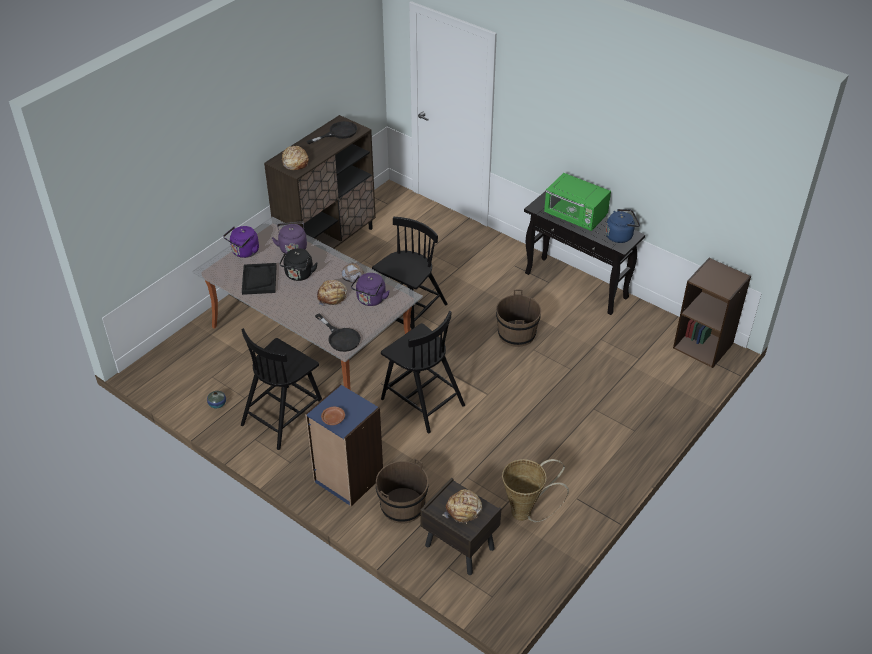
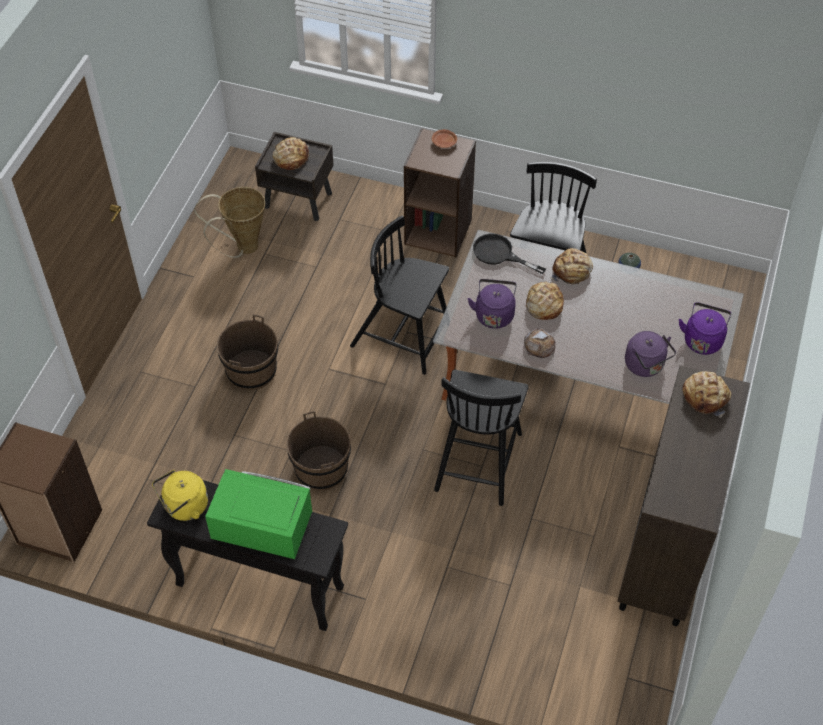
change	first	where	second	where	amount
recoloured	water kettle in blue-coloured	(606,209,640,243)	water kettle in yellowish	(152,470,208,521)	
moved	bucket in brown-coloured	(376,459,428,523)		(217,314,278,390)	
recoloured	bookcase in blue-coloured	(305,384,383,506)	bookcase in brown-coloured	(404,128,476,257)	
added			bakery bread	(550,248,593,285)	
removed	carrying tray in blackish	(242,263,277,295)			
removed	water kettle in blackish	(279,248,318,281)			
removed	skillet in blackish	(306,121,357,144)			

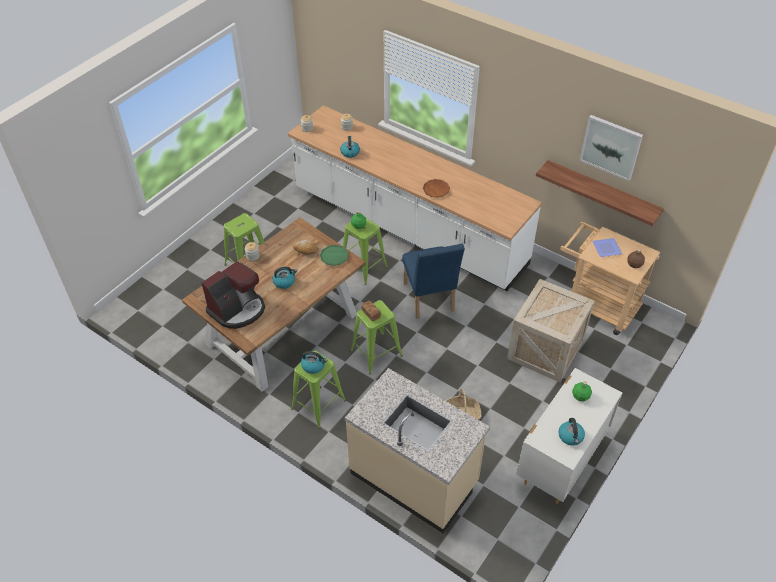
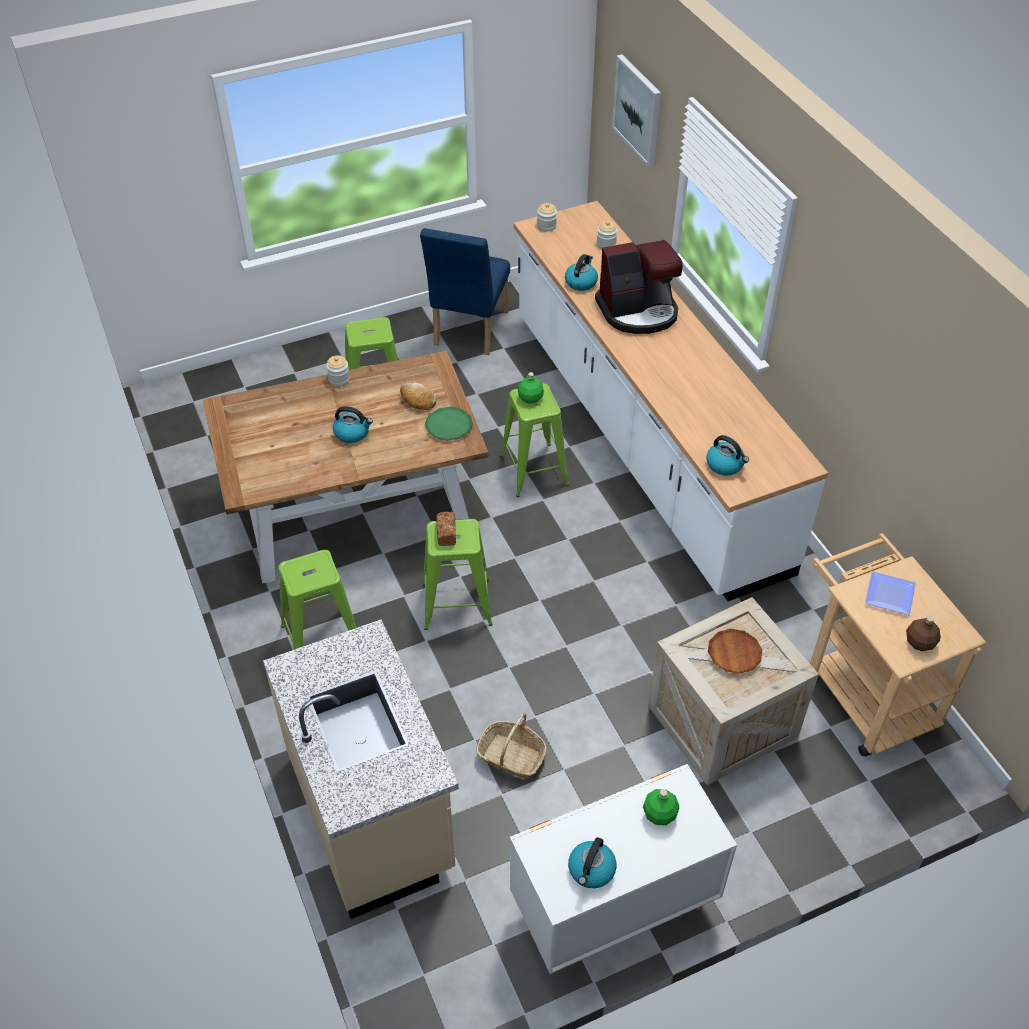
change	first	where	second	where	amount
moved	chair in blue-coloured	(402,244,465,319)		(420,228,510,355)	
moved	coffee maker	(201,261,265,329)		(595,240,683,334)	
moved	wall art	(580,115,643,181)		(612,54,661,167)	
moved	water kettle	(301,351,328,374)		(706,435,749,475)	
moved	dinner plate in brown-coloured	(423,179,450,198)		(708,629,762,674)	
removed	wall shelf	(536,160,664,226)			

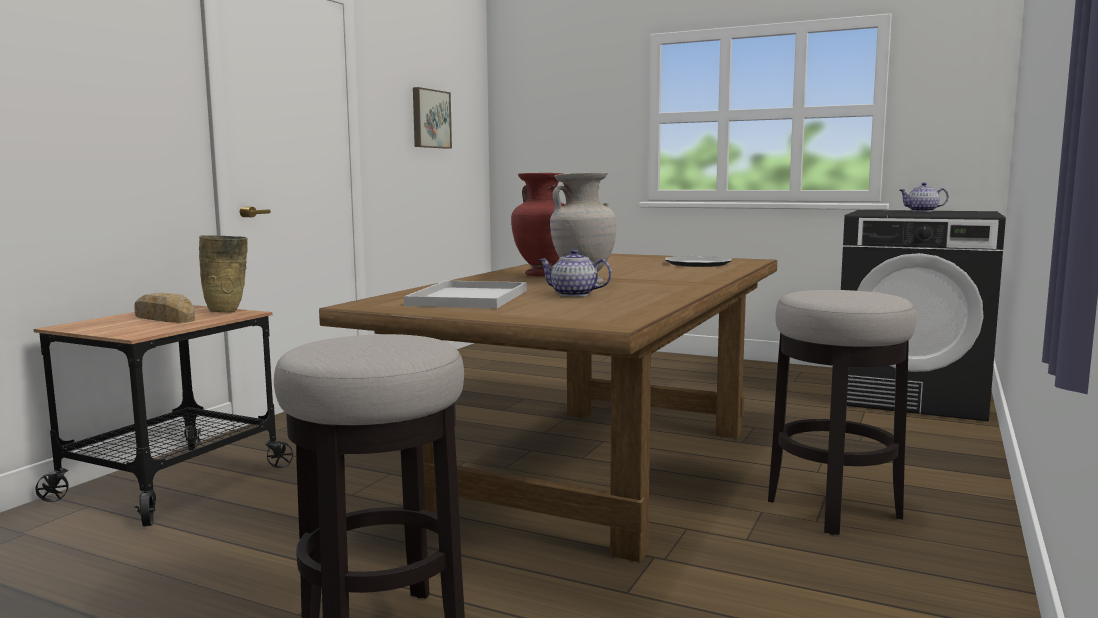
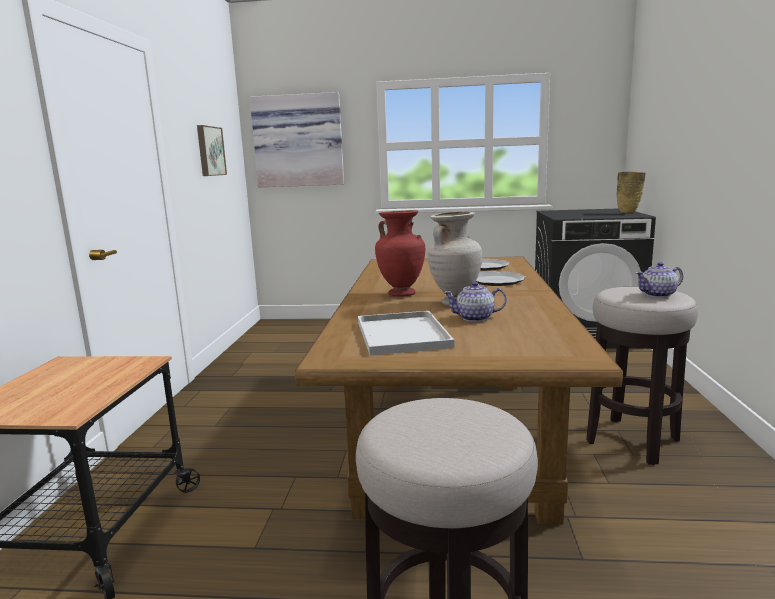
change	first	where	second	where	amount
added			wall art	(250,92,344,187)	
added			dinner plate	(476,271,526,286)	
moved	vase in beige	(199,235,248,313)		(616,172,646,213)	
moved	tea pot	(899,182,949,212)		(635,262,683,298)	
removed	bakery bread	(134,292,195,323)			

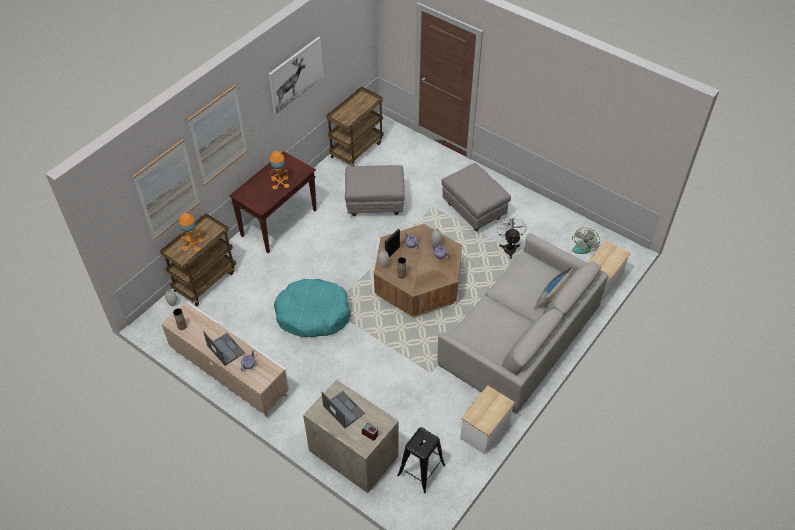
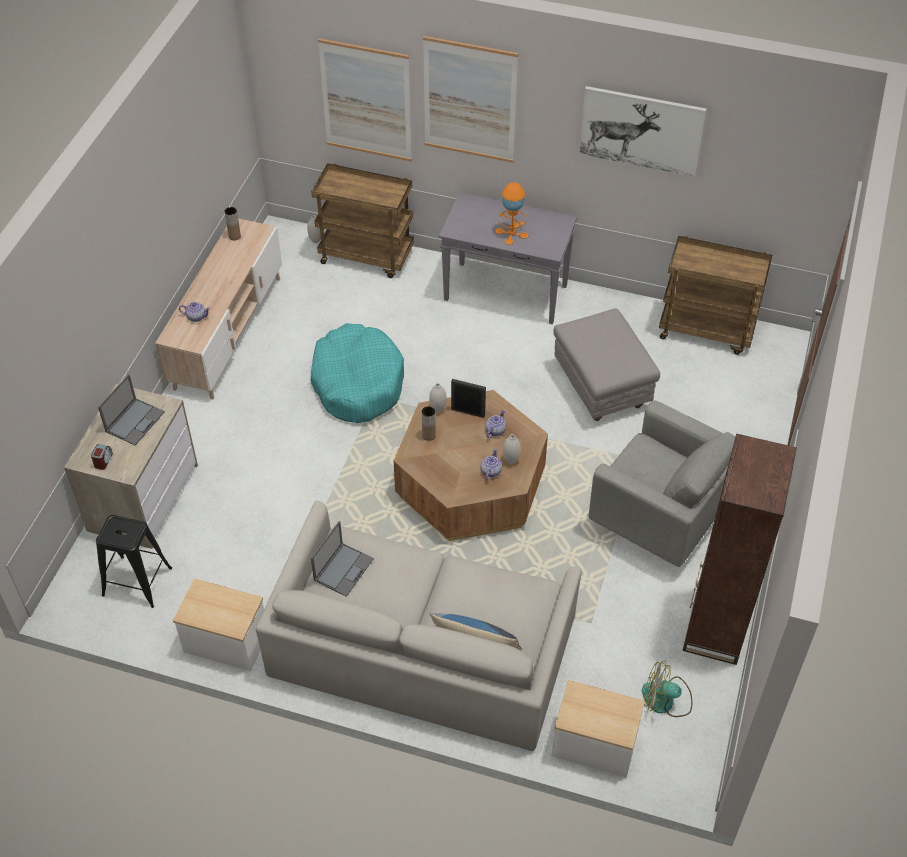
change	first	where	second	where	amount
moved	laptop	(203,331,245,366)		(311,521,374,597)	
recoloured	console table in brown-coloured	(229,151,317,253)	console table in gray	(439,193,577,324)	
replaced	footrest in gray	(441,163,511,231)	lounge chair in gray	(589,400,735,567)	
added			bookcase in brown-coloured	(683,434,797,665)	
removed	lamp for a table in orangey	(179,213,203,252)			
removed	fan in whitish	(497,216,526,259)			

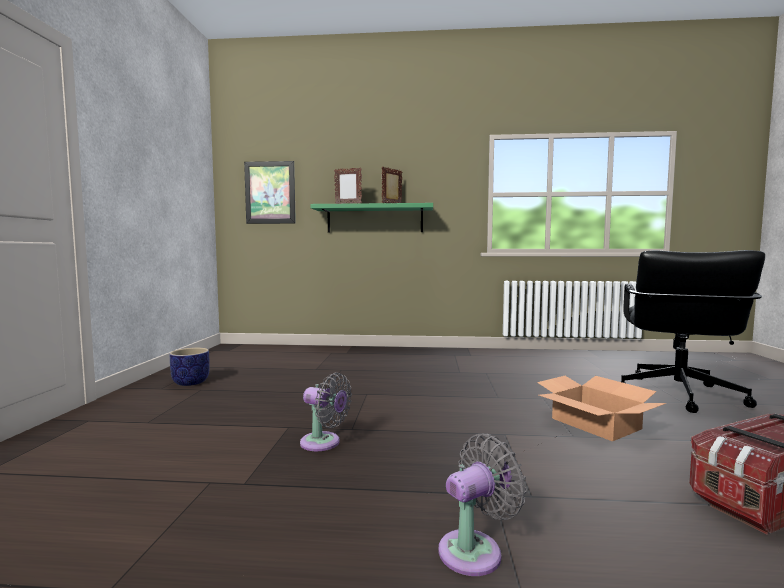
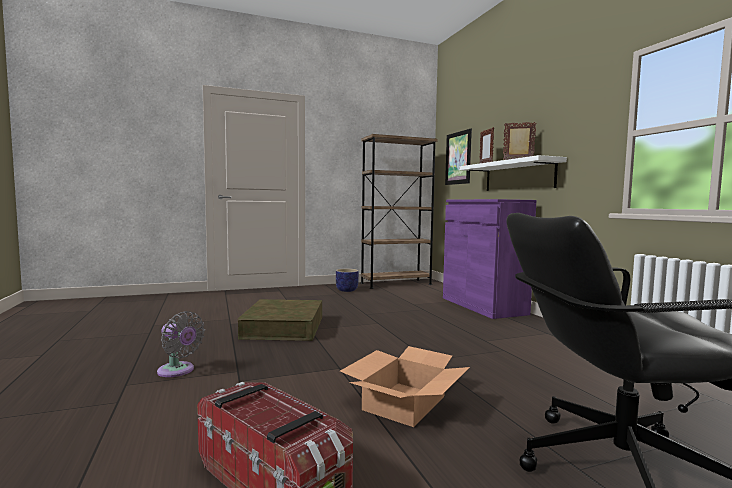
change	first	where	second	where	amount
replaced	fan in gray	(300,372,352,451)	storage container in brown-coloured	(238,299,322,341)	
added			bookcase in brown-coloured	(361,134,438,289)	
added			cabinet in purple	(443,199,537,319)	
recoloured	wall shelf in green-coloured	(310,203,433,233)	wall shelf in whitish	(459,155,567,191)	

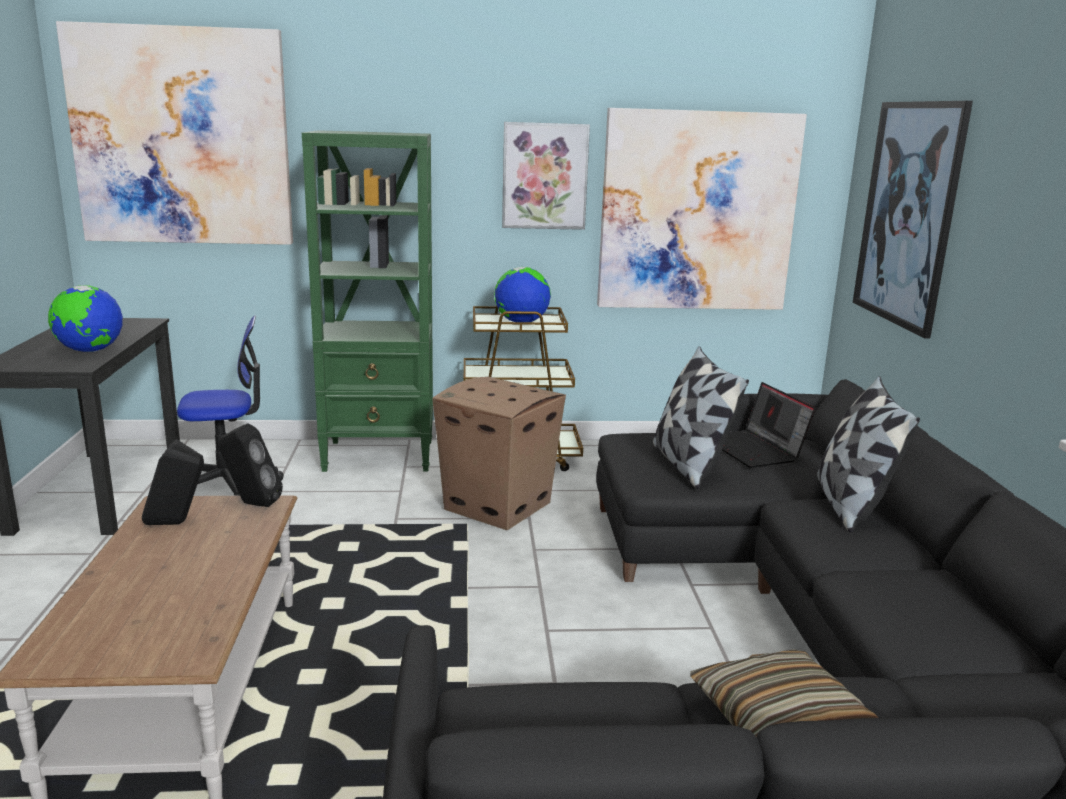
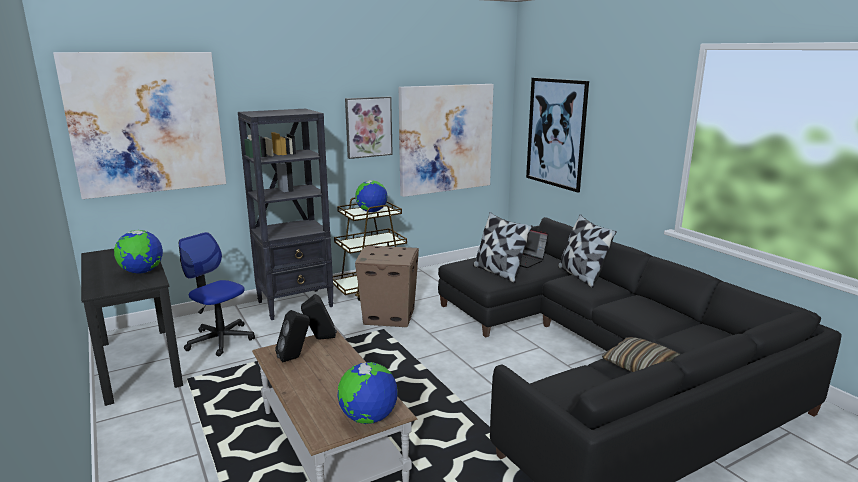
change	first	where	second	where	amount
turned	desk chair	(177,315,284,496)		(179,232,255,356)	105 degrees counterclockwise
recoloured	bookcase in green-coloured	(302,130,433,472)	bookcase in blackish	(238,109,334,320)	
added			globe	(338,362,398,424)	

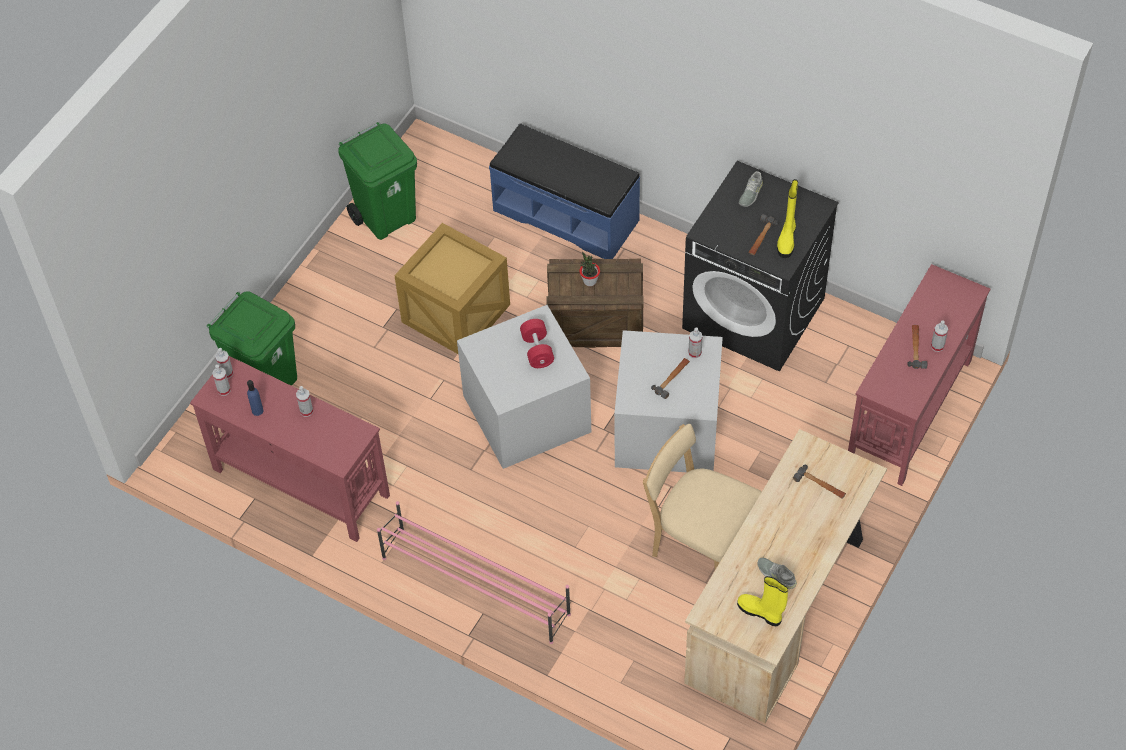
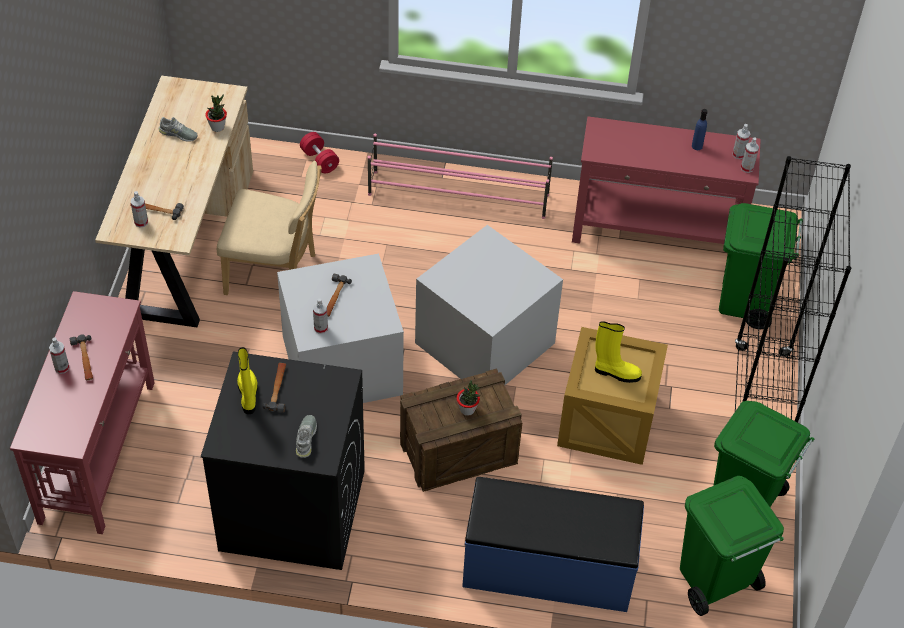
change	first	where	second	where	amount
moved	hand sprayer	(296,386,313,417)		(131,191,148,228)	
added			potted plant	(205,94,227,132)	
moved	hand weight in red	(520,319,554,368)		(300,132,339,173)	
moved	boot in yellowish	(737,576,788,626)		(595,321,642,383)	
added			rubbish bin in green-coloured	(680,476,784,616)	
added			bookcase in blackish	(735,156,851,423)	

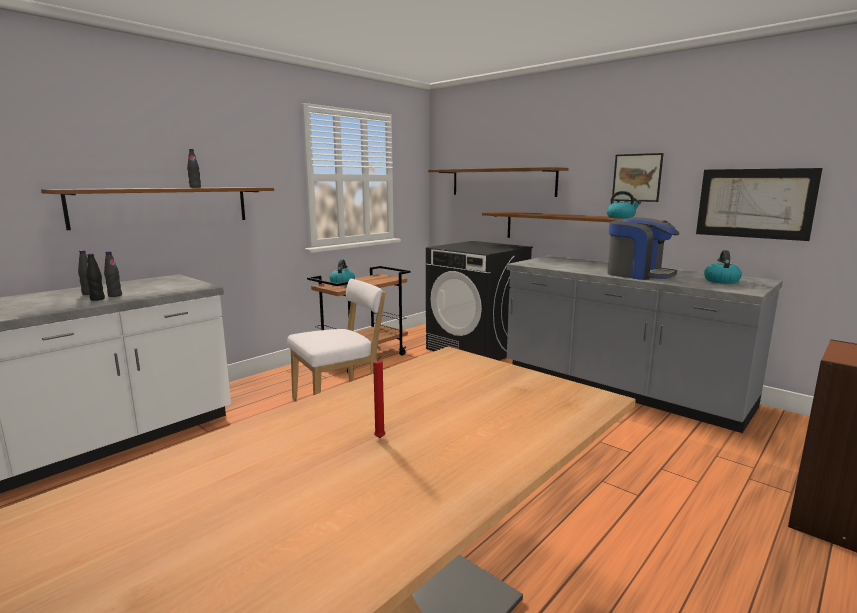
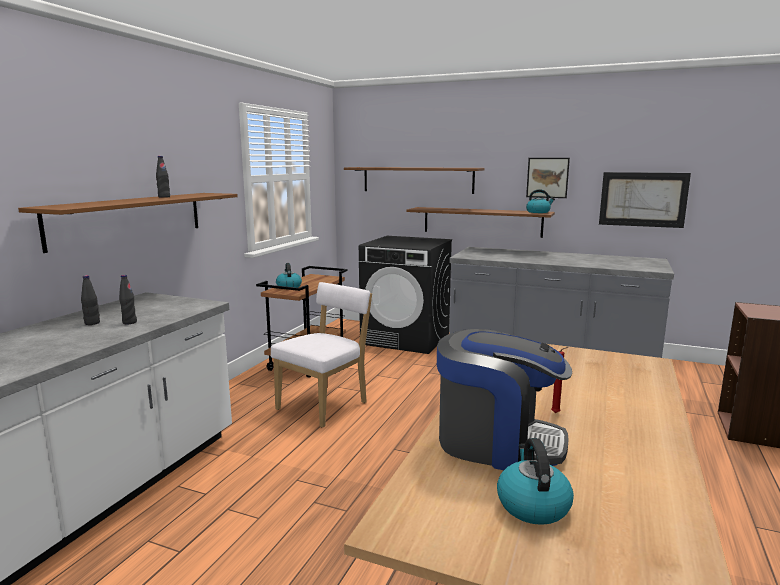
change	first	where	second	where	amount
moved	coffee maker	(607,217,679,280)		(437,329,572,470)	
moved	water kettle	(704,250,742,284)		(497,438,574,525)	
removed	beverage bottle in blackish	(86,254,105,301)			

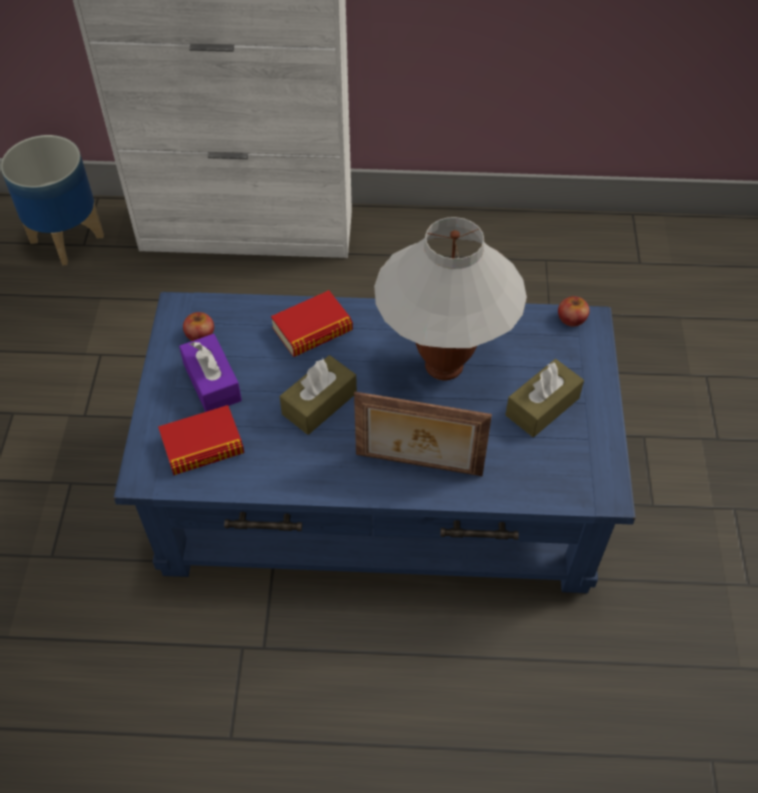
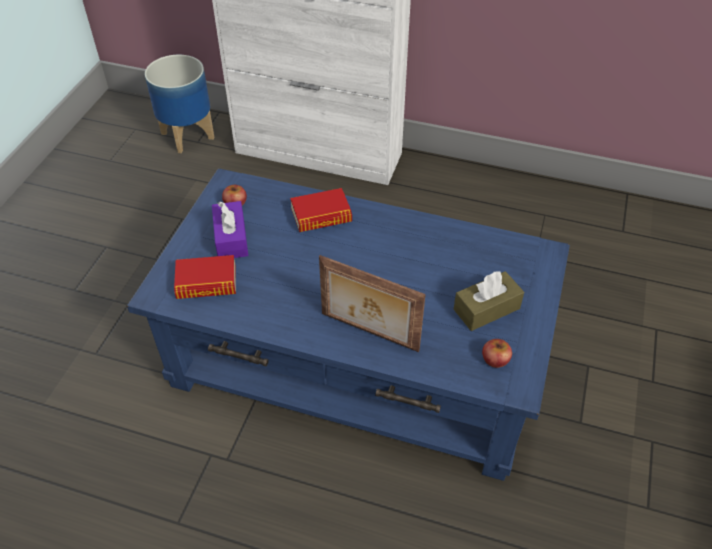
change	first	where	second	where	amount
moved	whole apple	(558,296,590,327)		(482,339,512,368)	
removed	box of tissues in brown-coloured	(280,355,357,435)			
removed	lamp for a table in whitish	(374,217,527,381)			

